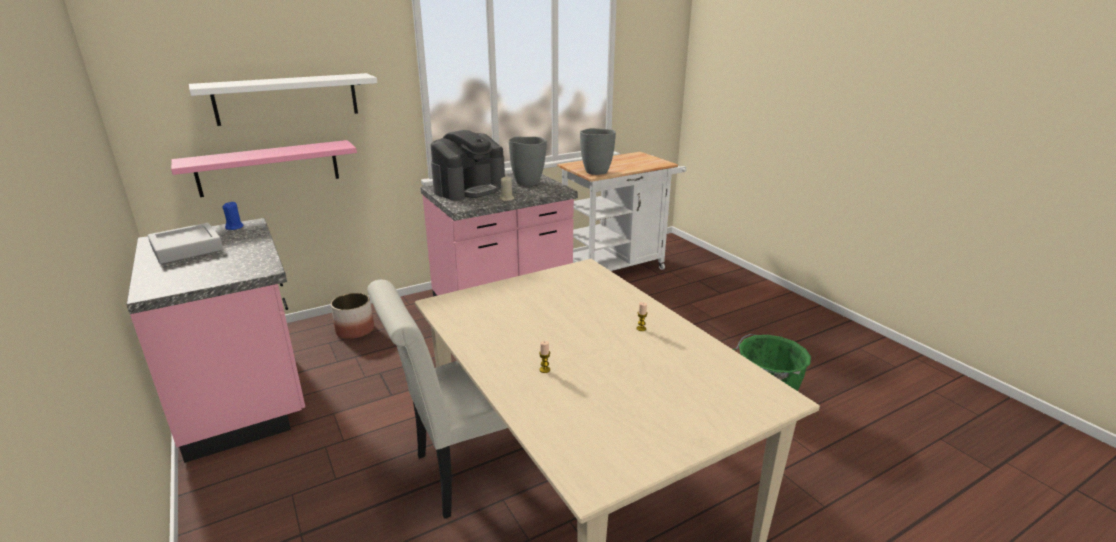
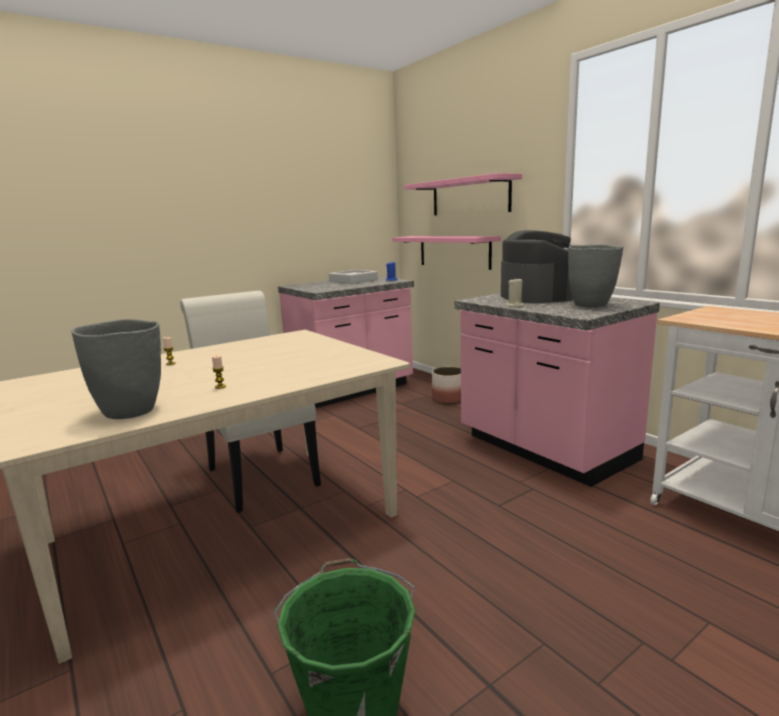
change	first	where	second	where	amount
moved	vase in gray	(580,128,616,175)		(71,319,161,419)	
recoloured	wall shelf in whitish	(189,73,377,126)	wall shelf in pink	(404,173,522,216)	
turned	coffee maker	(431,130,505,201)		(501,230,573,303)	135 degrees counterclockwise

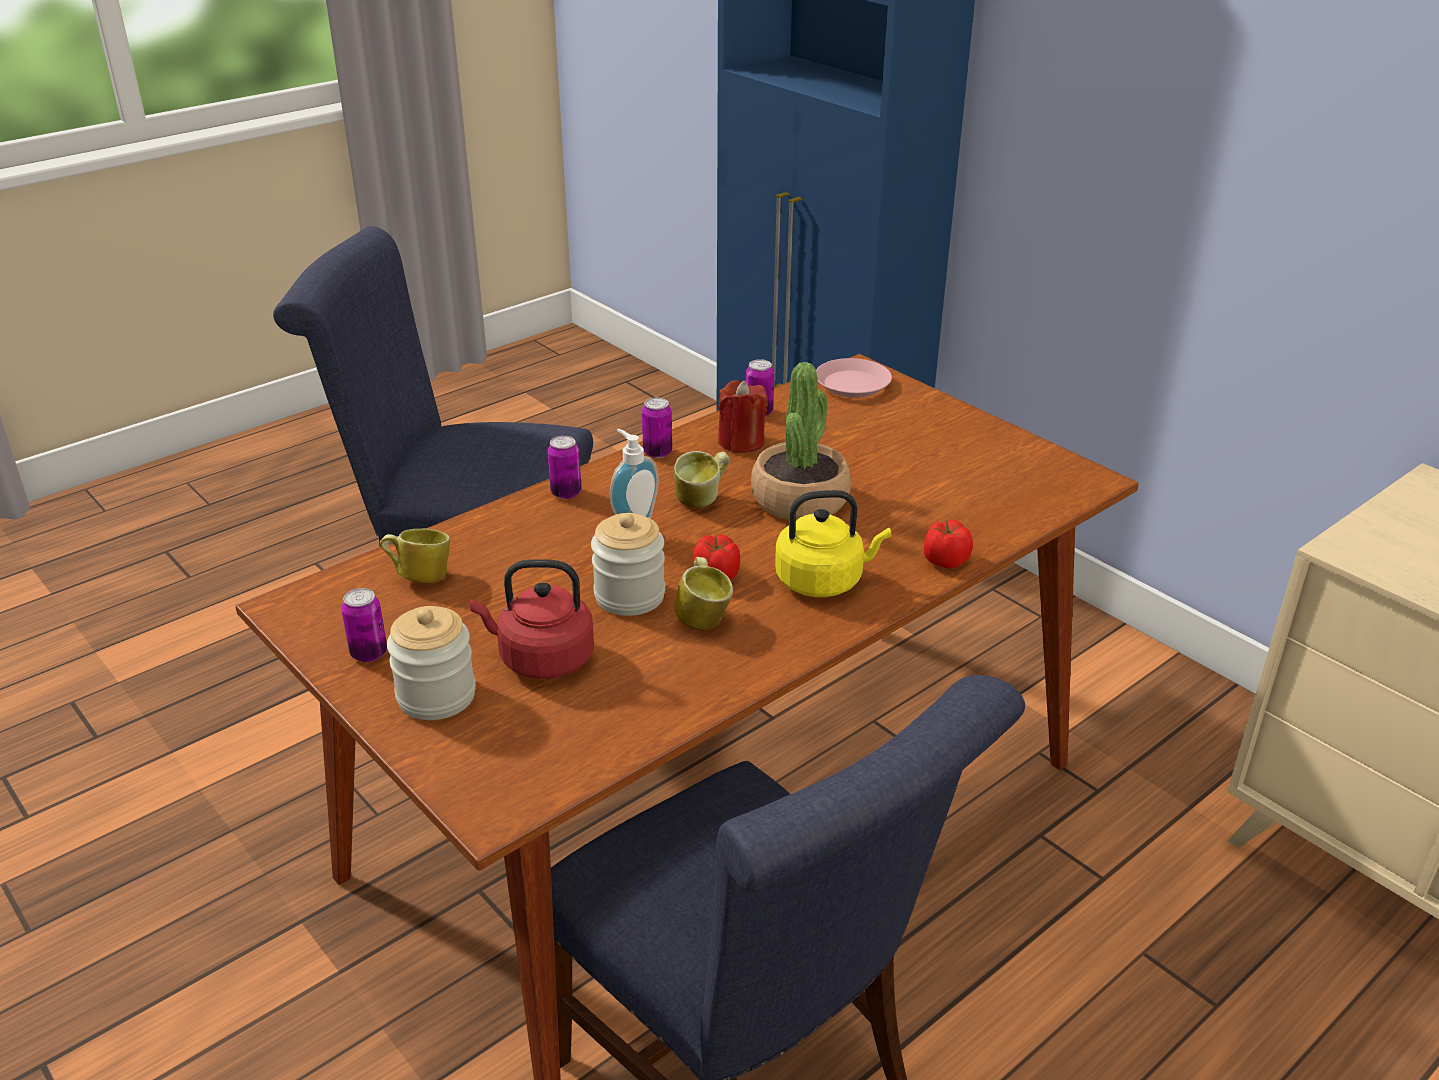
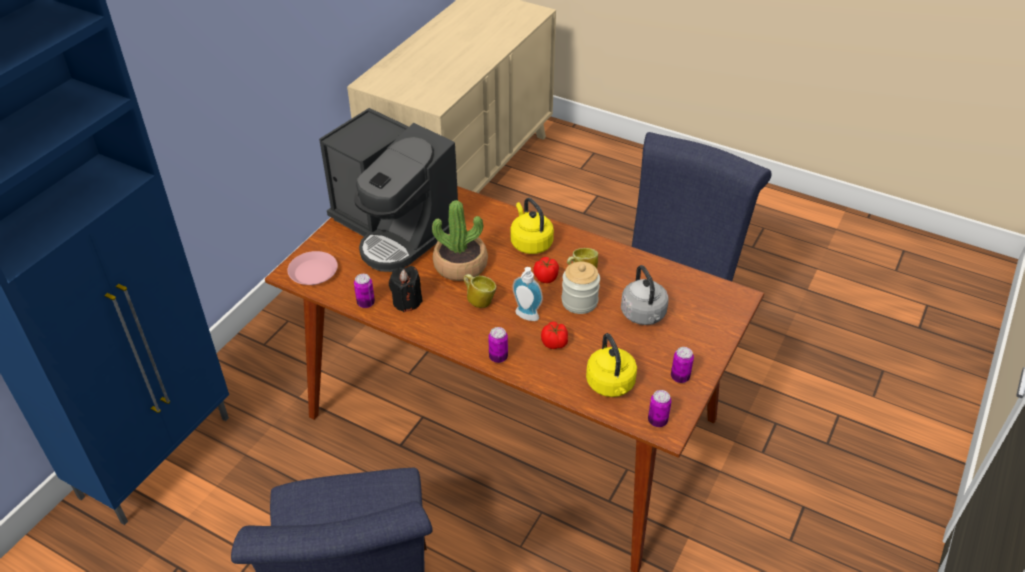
change	first	where	second	where	amount
added			coffee maker	(319,108,458,272)	
recoloured	candle in red	(718,380,768,453)	candle in blackish	(389,266,423,312)	
moved	whole tomato	(924,520,973,569)		(541,322,568,349)	
replaced	mug	(380,529,450,584)	water kettle in yellowish	(586,333,637,397)	
recoloured	water kettle in red	(470,559,594,679)	water kettle in gray	(621,265,669,325)	
moved	can	(642,398,672,458)		(648,390,672,427)	
removed	storage jar	(387,606,476,720)			

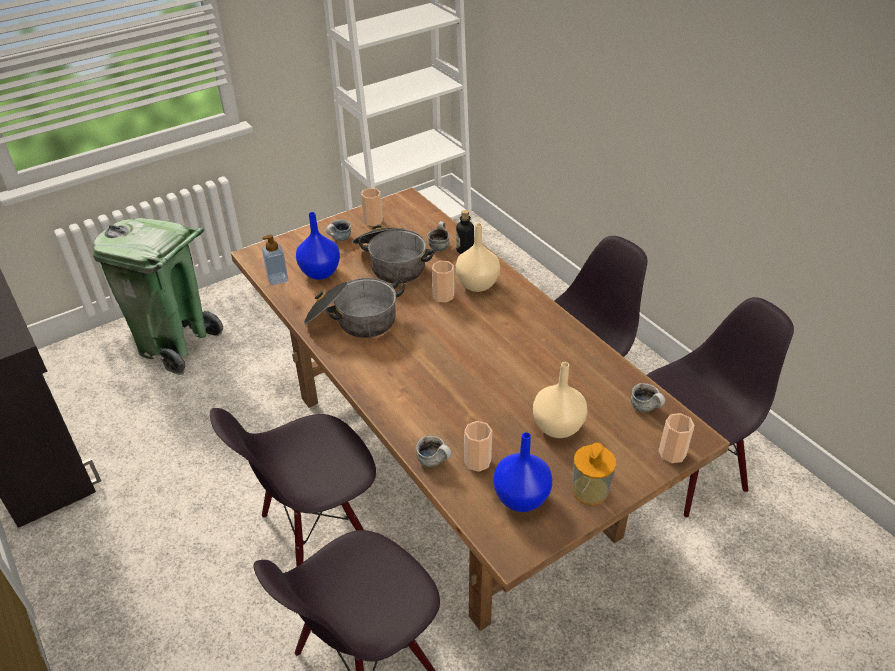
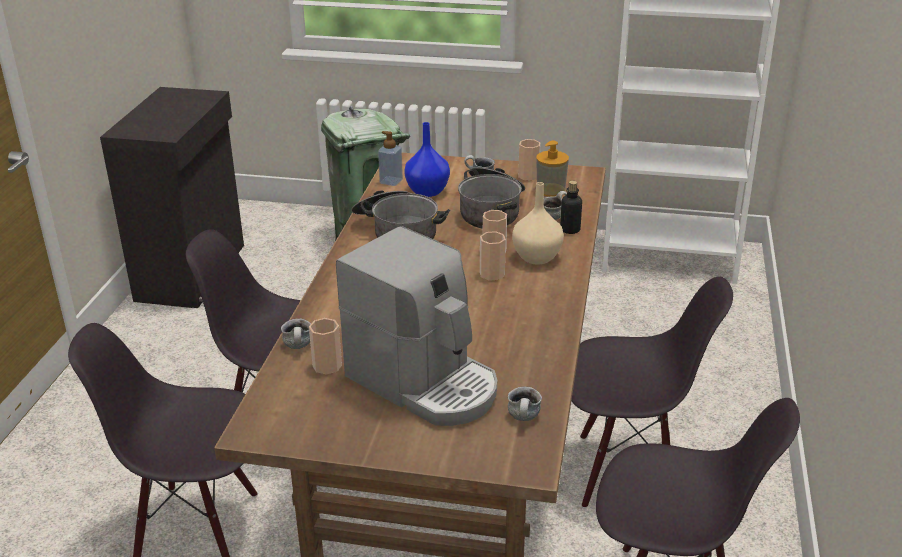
change	first	where	second	where	amount
replaced	vase in beige	(533,362,588,438)	coffee maker	(336,226,497,426)	
moved	small cup	(659,413,695,463)		(480,231,506,281)	
moved	soap dispenser	(572,443,616,505)		(536,141,569,197)	
removed	vase in blue-coloured	(493,432,552,512)			

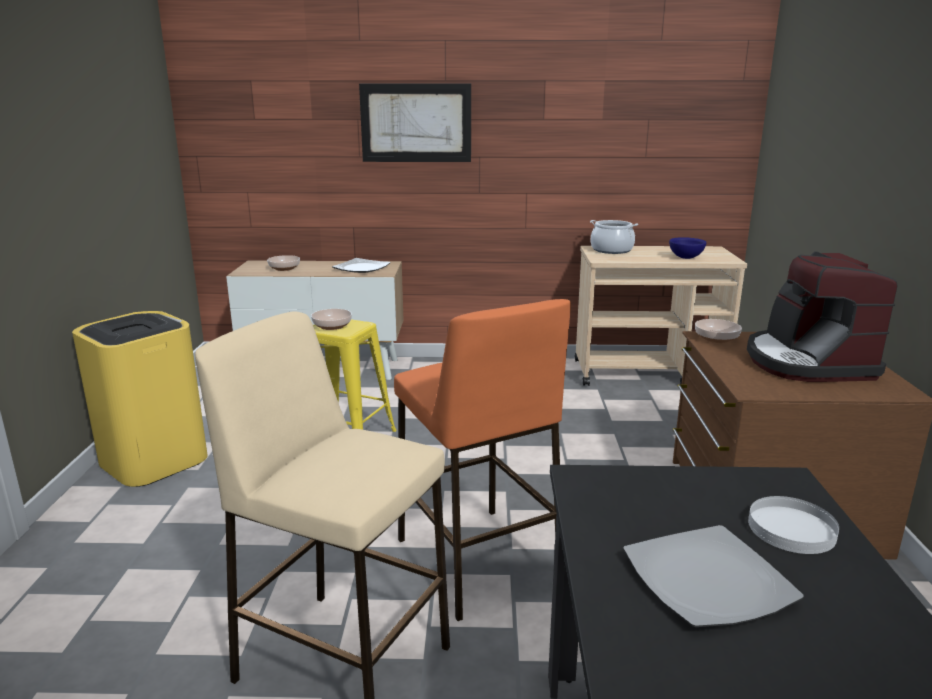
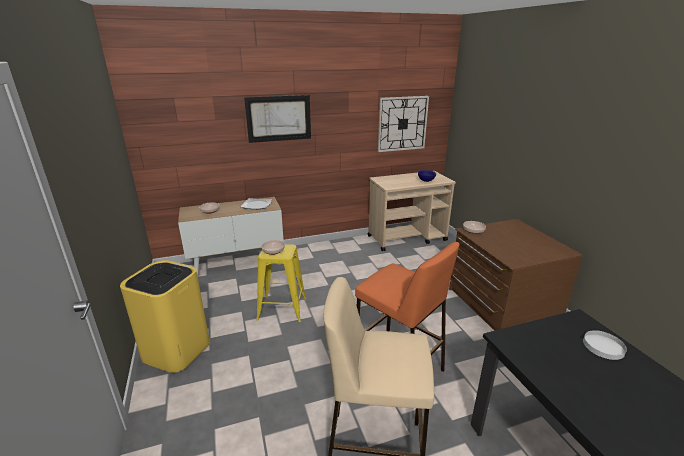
change	first	where	second	where	amount
added			clock on the wall	(378,96,429,152)	
removed	cooking pot	(590,220,638,254)			
removed	dinner plate	(623,525,804,627)			
removed	coffee maker	(747,251,897,382)			

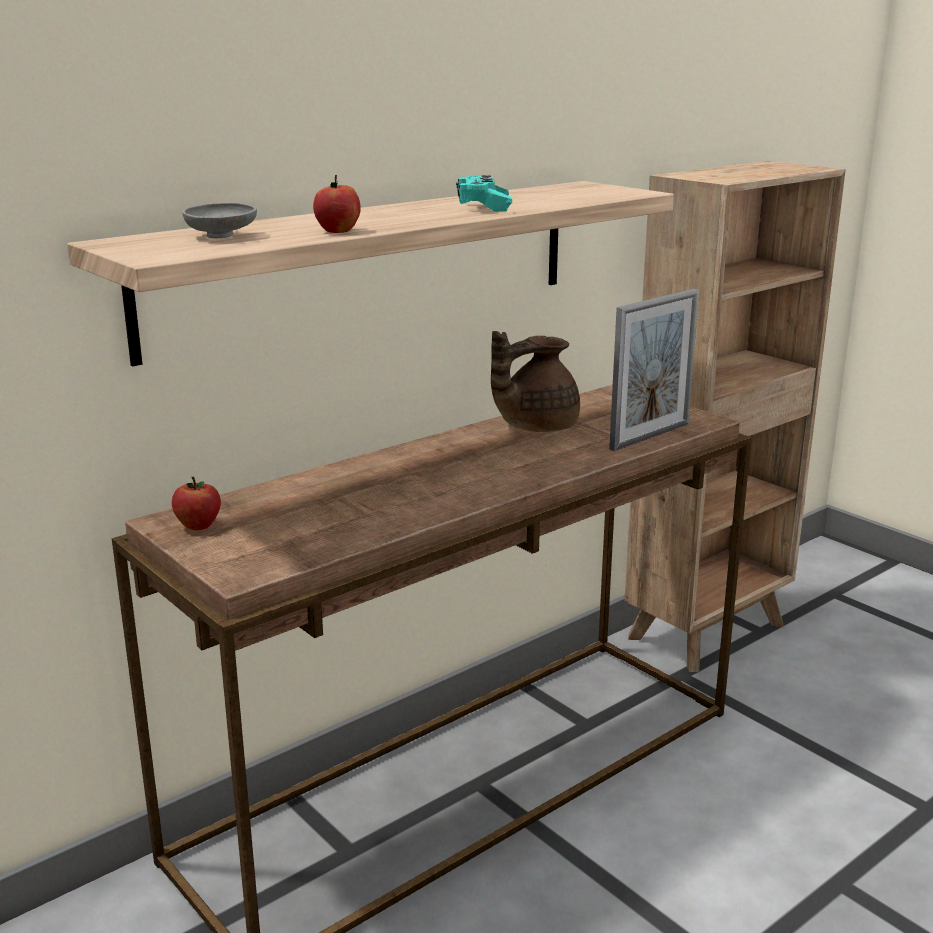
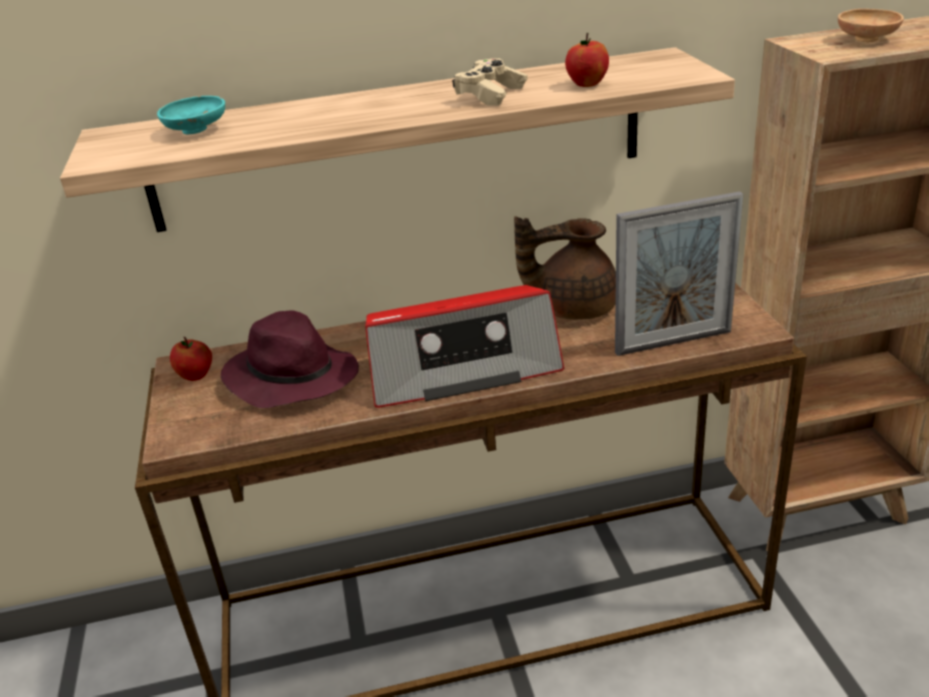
change	first	where	second	where	amount
recoloured	bowl in gray	(182,203,257,238)	bowl in turquoise-coloured	(157,96,225,134)	
added			clothing hat in purple	(221,310,359,408)	
added			radio set	(365,285,564,408)	
recoloured	joypad in turquoise-coloured	(456,175,512,212)	joypad in beige	(452,58,528,106)	
moved	whole apple	(313,175,361,233)		(565,33,609,87)	
added			bowl in brown-coloured	(838,9,904,42)	

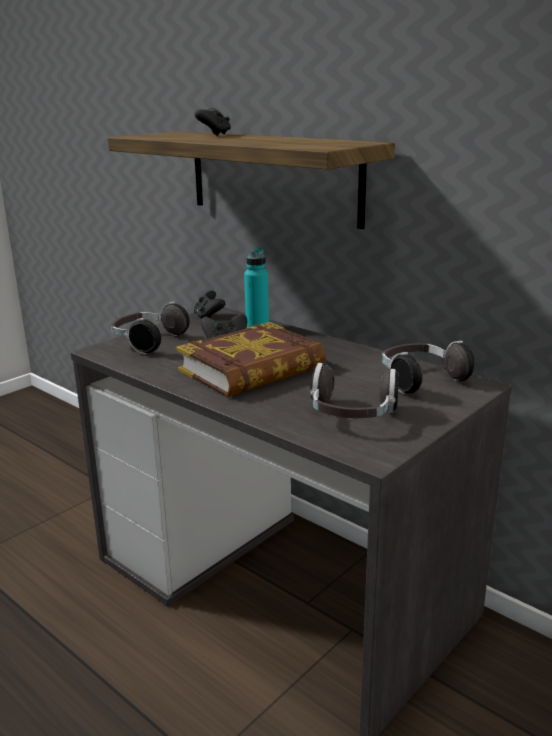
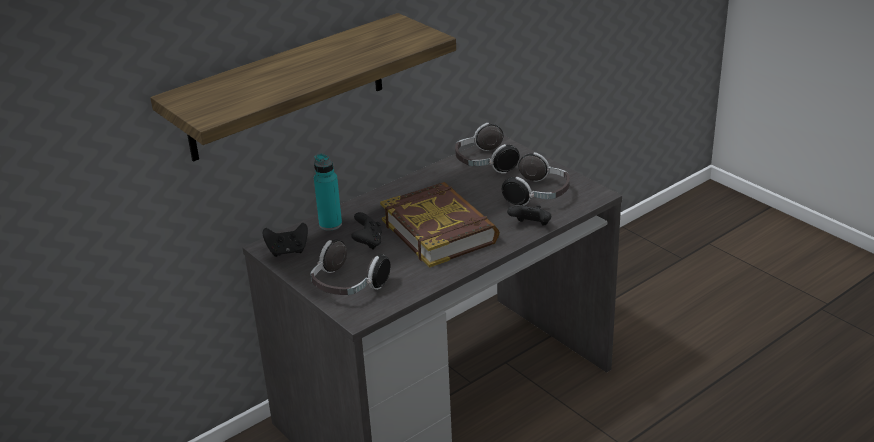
change	first	where	second	where	amount
moved	joypad in blackish	(195,108,231,136)		(507,205,551,225)	

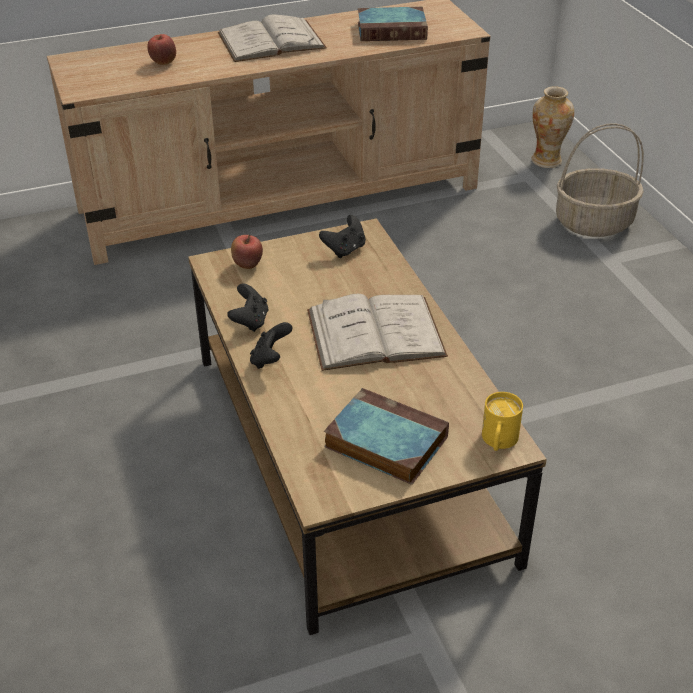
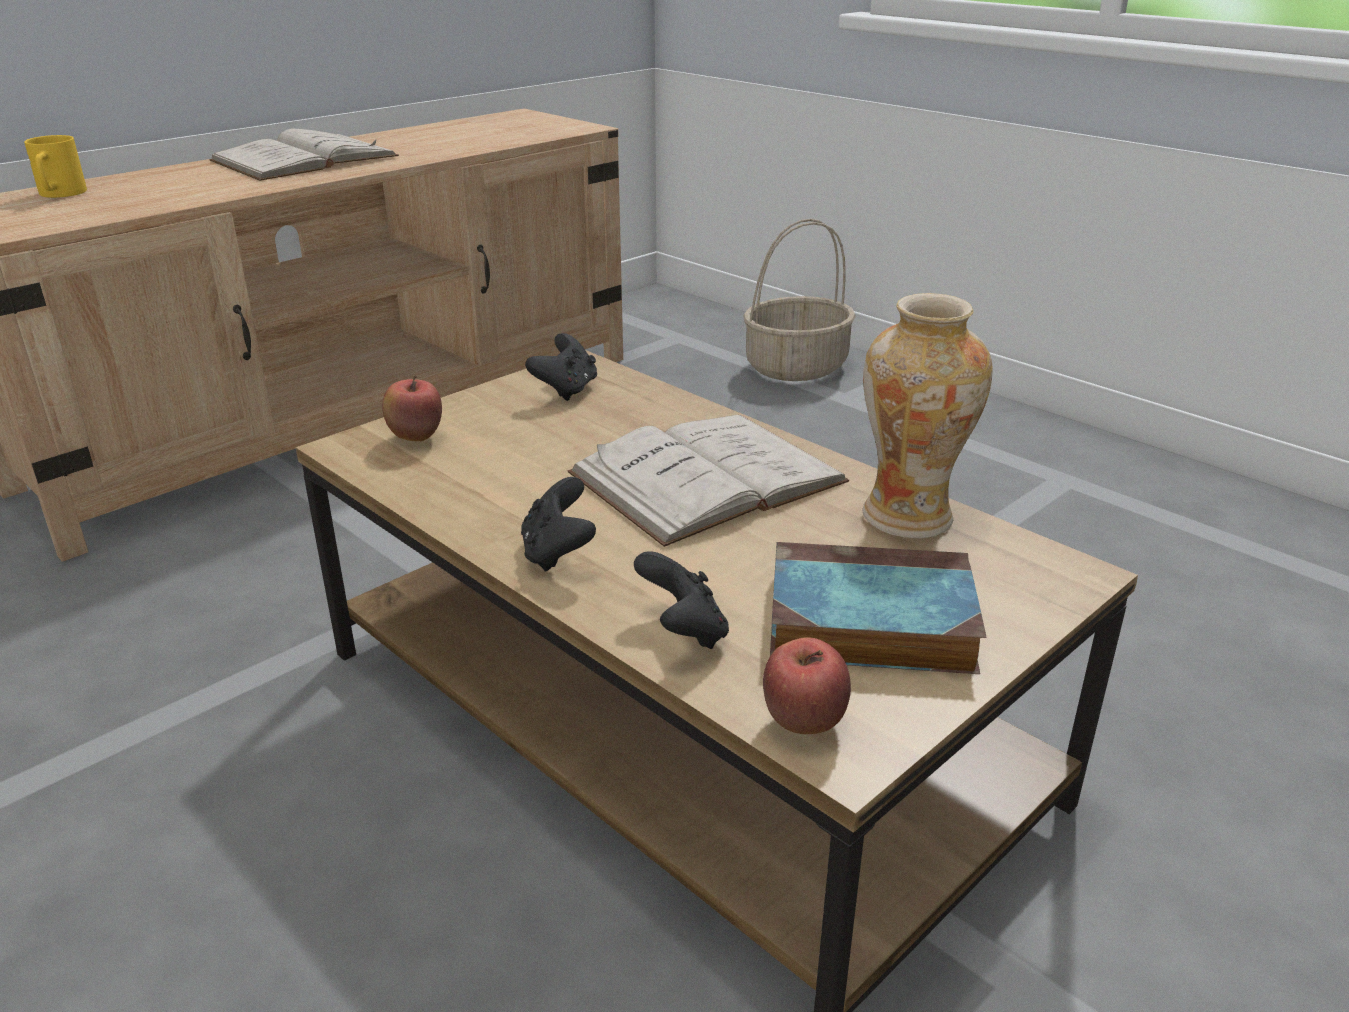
change	first	where	second	where	amount
moved	mug in yellowish	(482,392,523,451)		(24,135,87,198)	
moved	joypad in blackish	(227,283,268,332)		(634,551,729,649)	
moved	whole apple	(147,34,176,65)		(763,637,851,734)	
moved	vase	(531,86,574,168)		(862,293,993,538)	
removed	bound book	(358,7,428,41)			

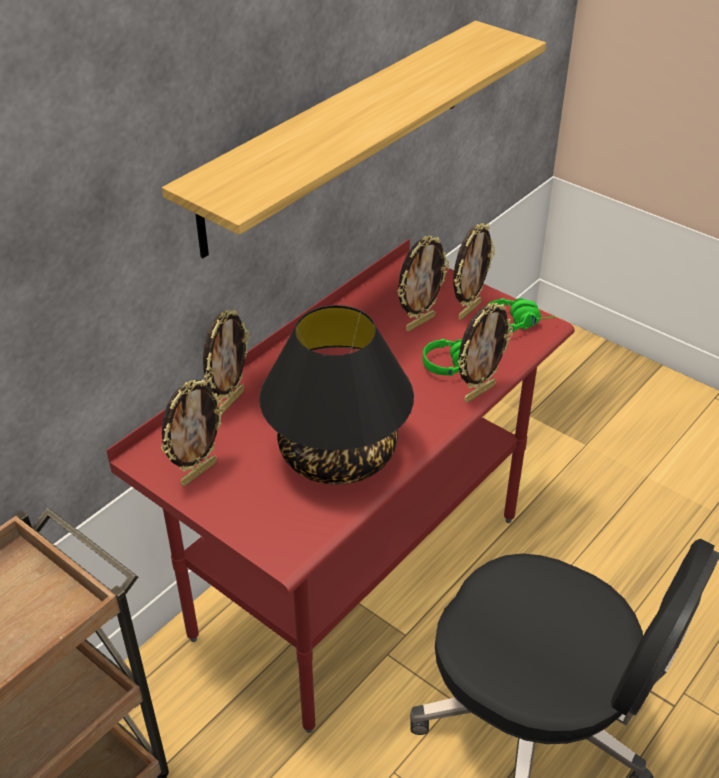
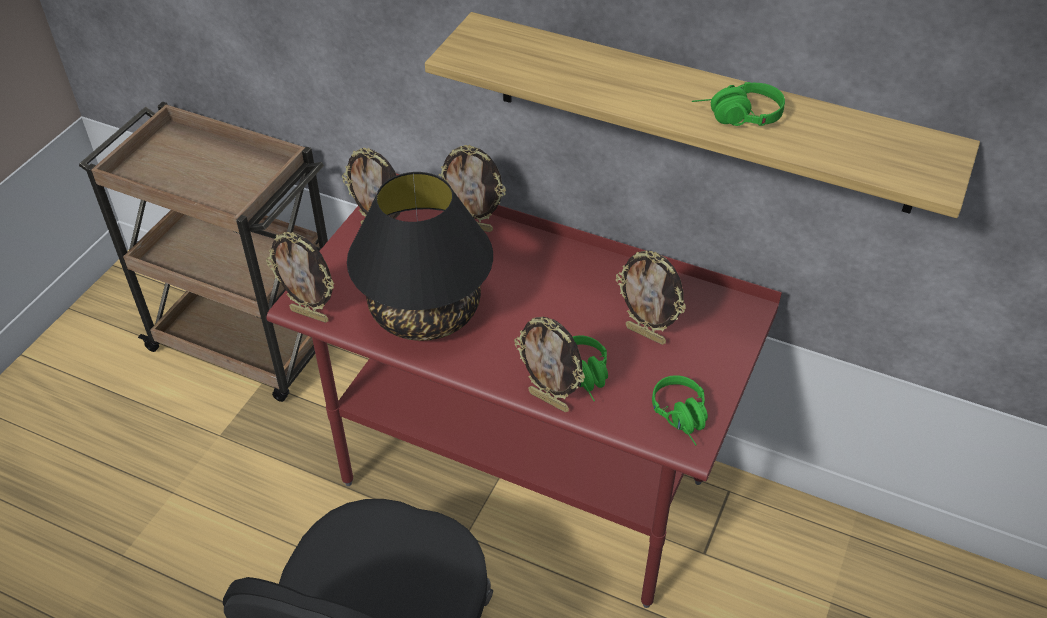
change	first	where	second	where	amount
moved	photo frame	(453,223,495,320)		(266,232,335,323)	
added			pair of headphones in green-coloured	(692,82,785,126)	

